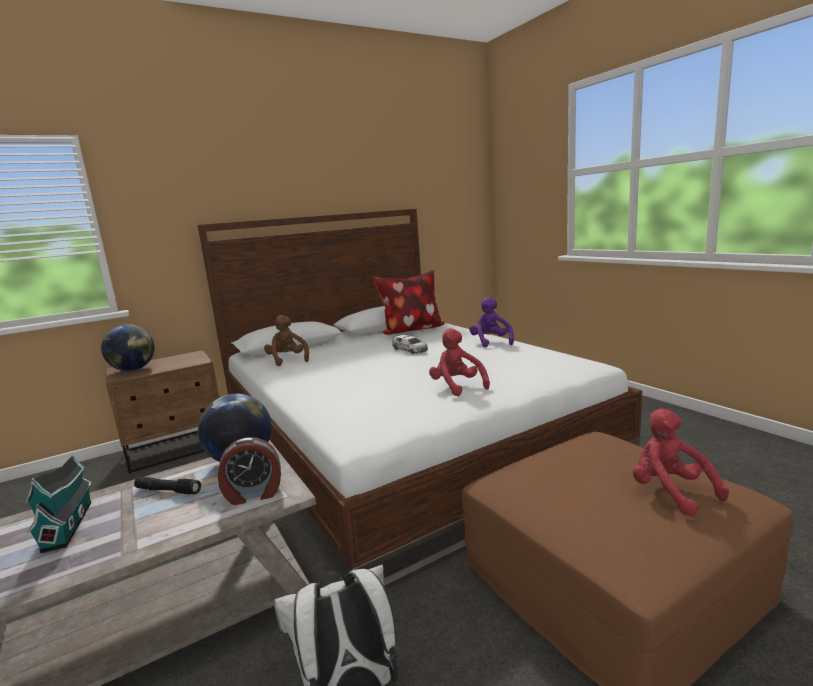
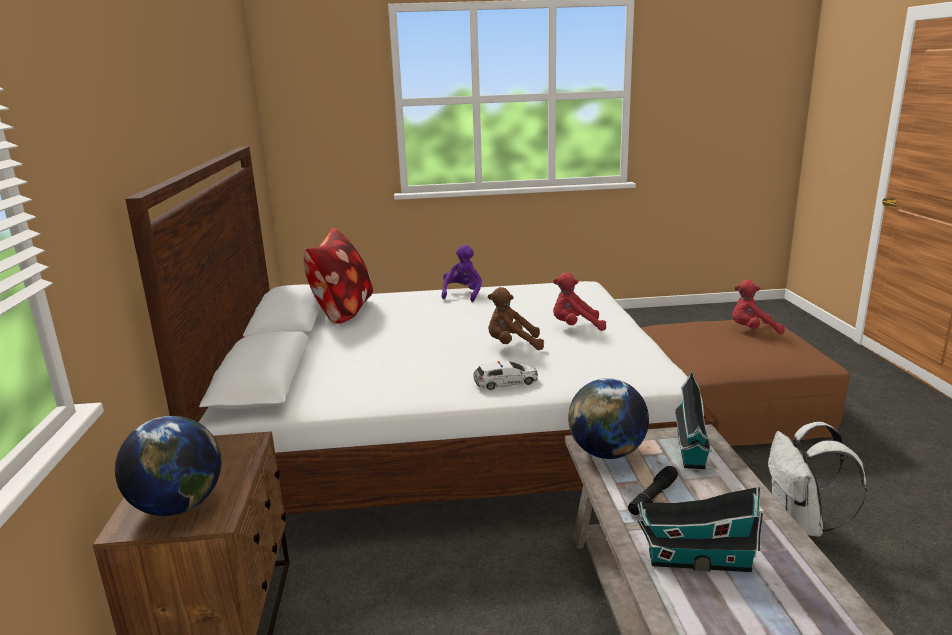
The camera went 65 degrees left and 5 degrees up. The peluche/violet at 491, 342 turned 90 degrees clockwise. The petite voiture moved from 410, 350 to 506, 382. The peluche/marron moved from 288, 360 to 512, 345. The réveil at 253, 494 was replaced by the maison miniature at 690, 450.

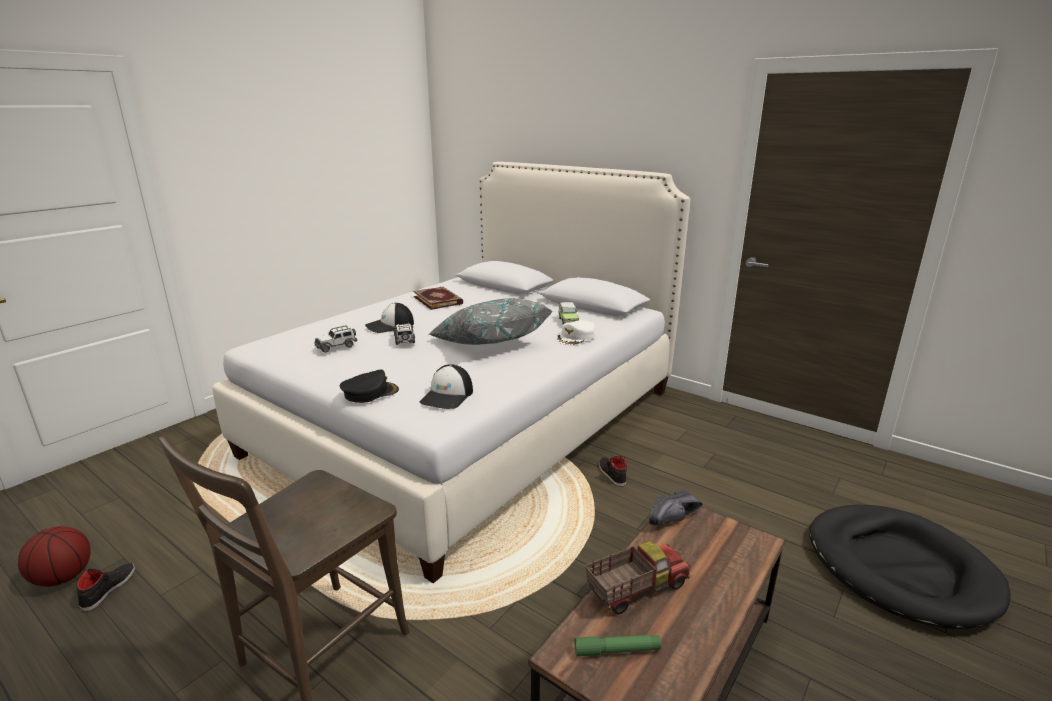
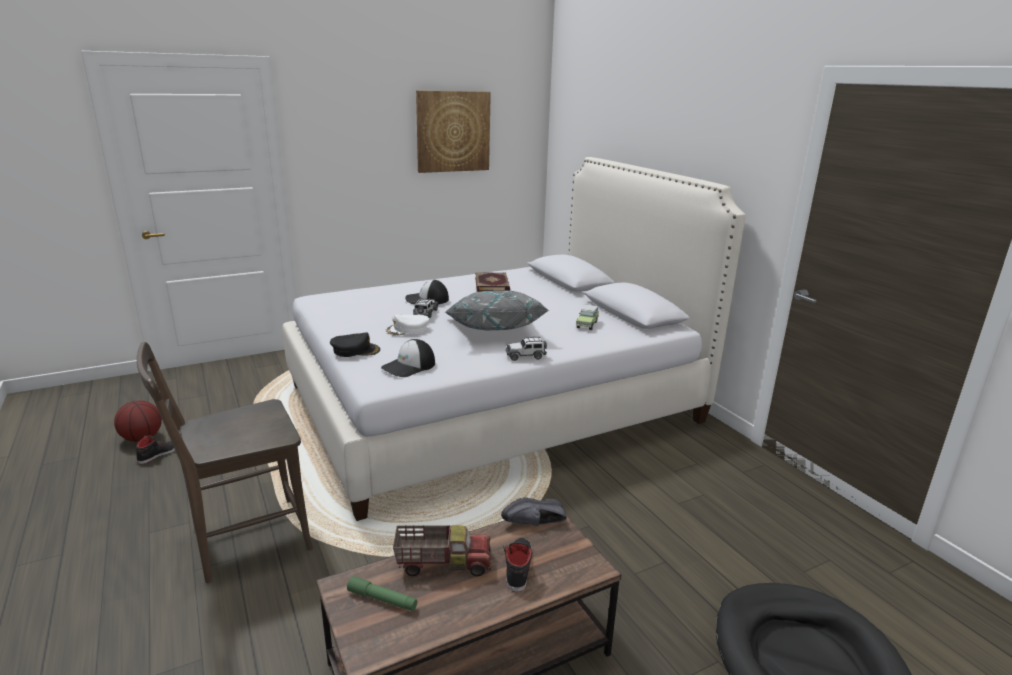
The camera went 25 degrees right and 0 degrees up. The casquette/blanc moved from 576, 337 to 407, 330. The tableau at 453, 131 appeared. The chaussure/noir moved from 611, 474 to 518, 567. The petite voiture moved from 336, 346 to 525, 356.

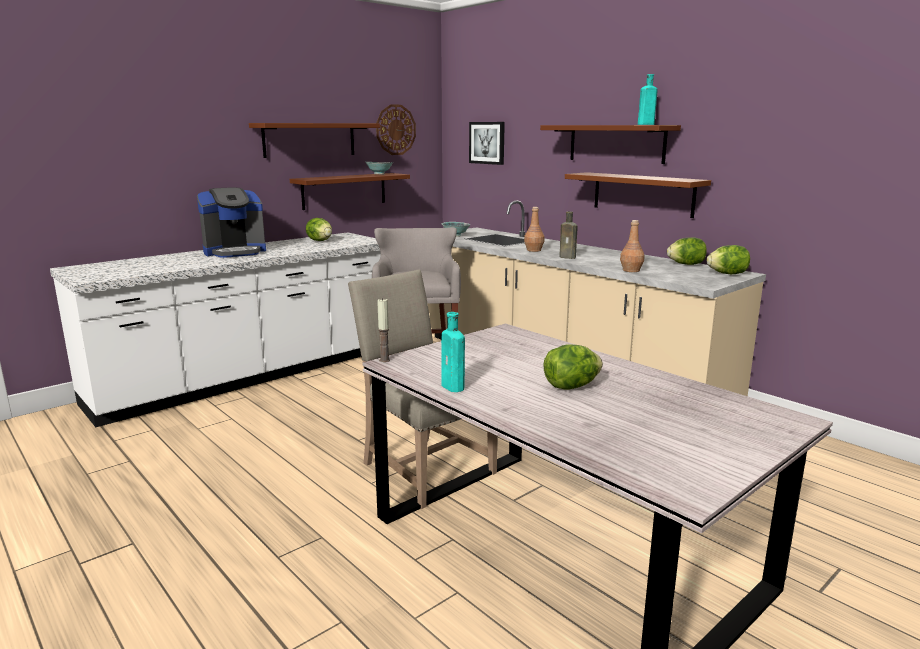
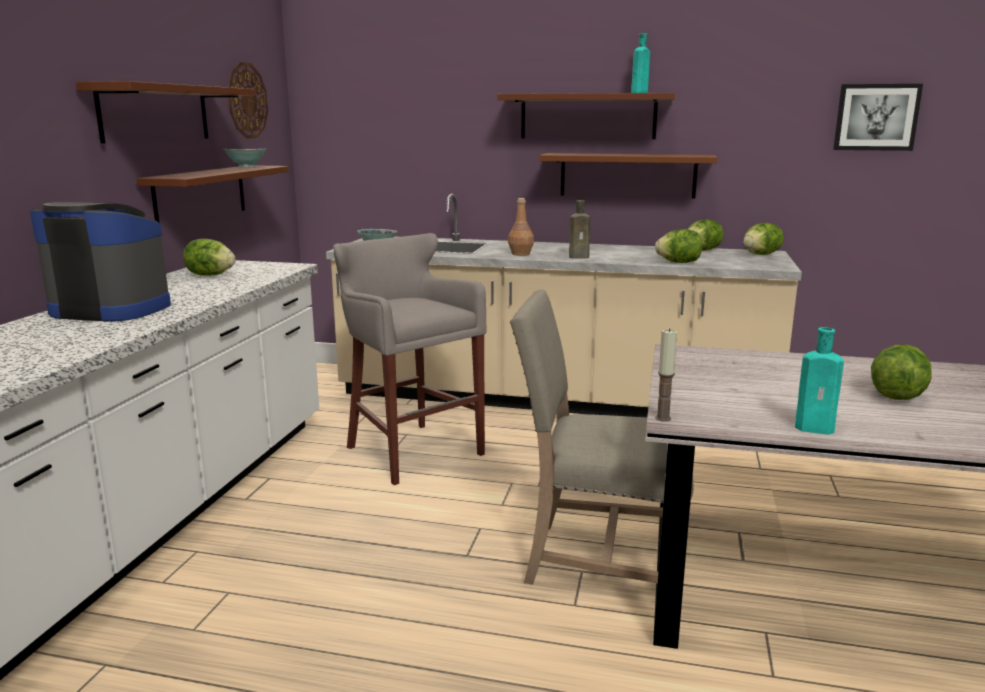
The camera went 35 degrees left and 0 degrees up. The machine à café at 235, 252 turned 105 degrees counterclockwise. The bouteille/marron at 631, 270 was replaced by the laitue at 679, 262. The tableau moved from 487, 143 to 876, 117.

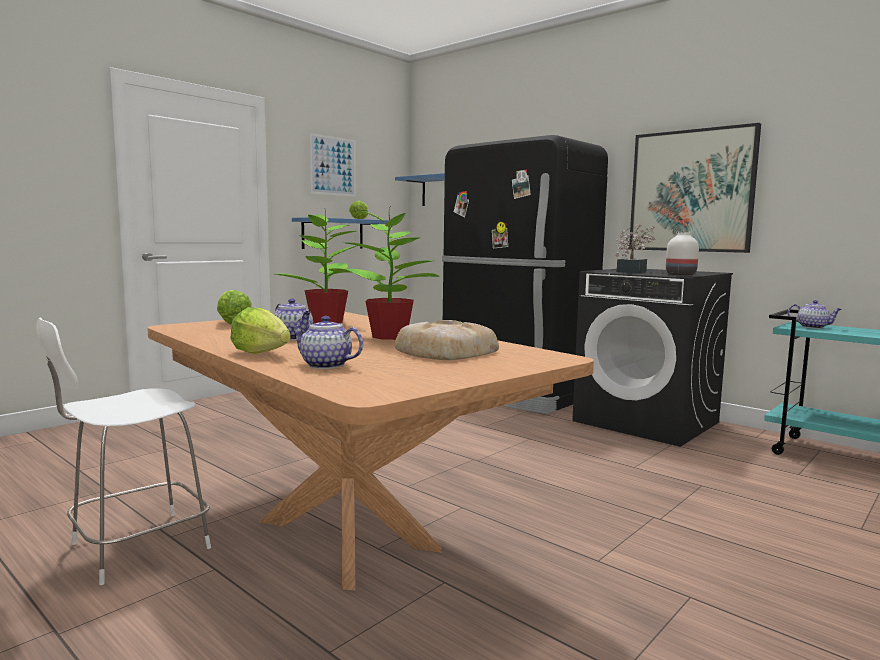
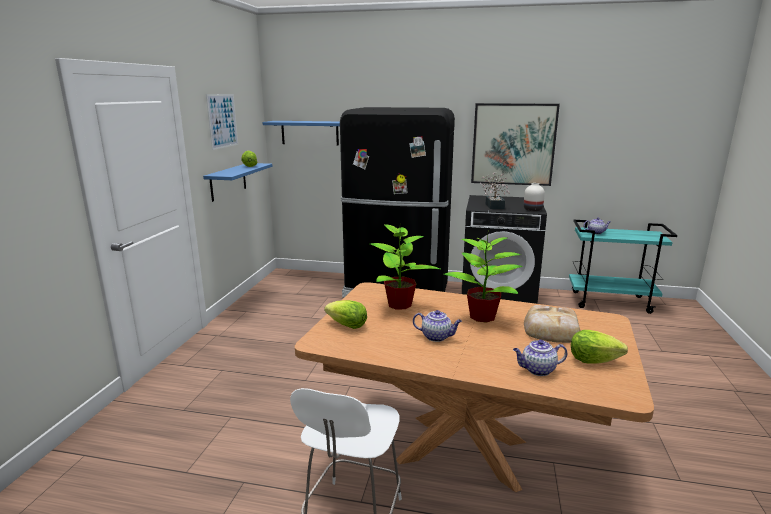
The camera went 30 degrees left and 10 degrees up. The laitue moved from 261, 353 to 593, 360.

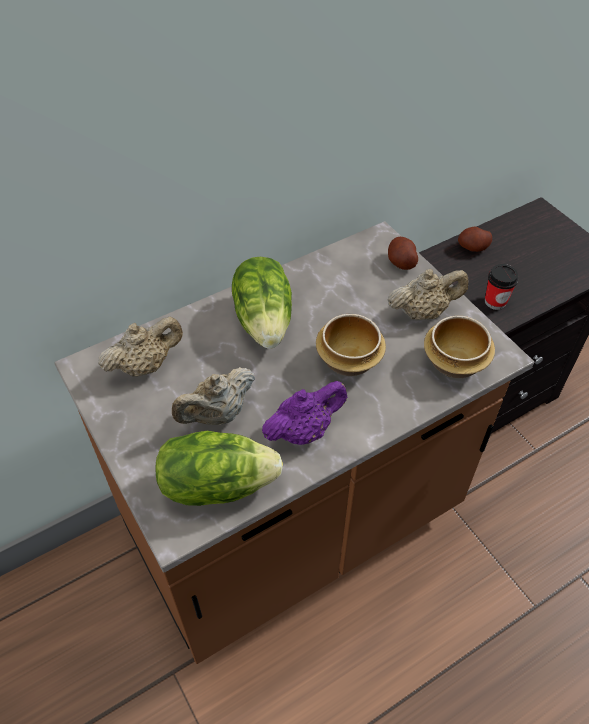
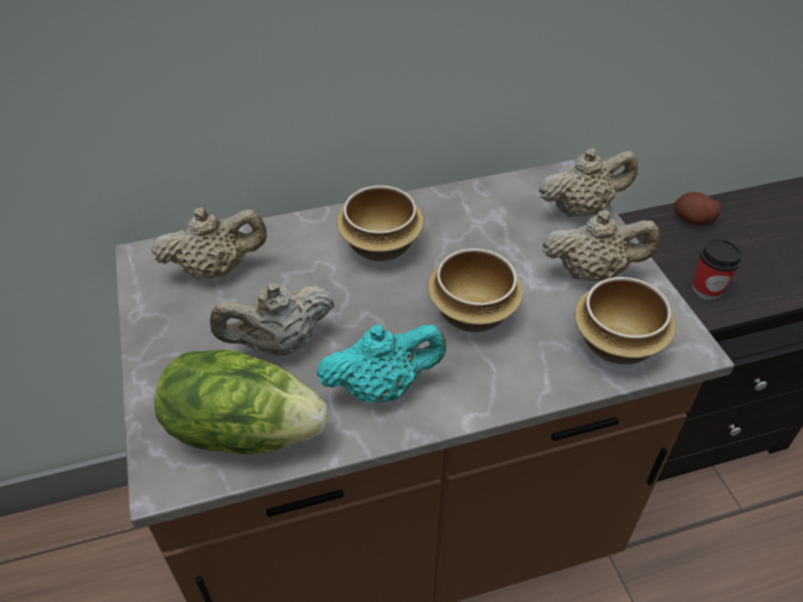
The camera went 15 degrees right and 5 degrees down. The théière/violet at 304, 430 became the théière/turquoise at 382, 387. The laitue at 265, 320 was replaced by the bol at 382, 245. The pomme de terre at 401, 262 was replaced by the théière/beige at 581, 209.

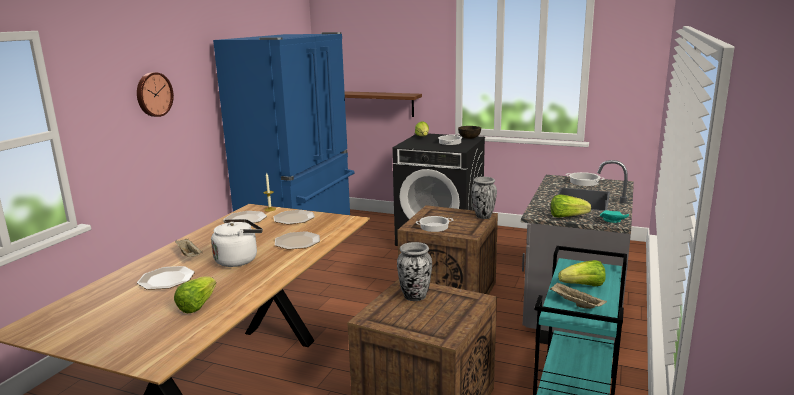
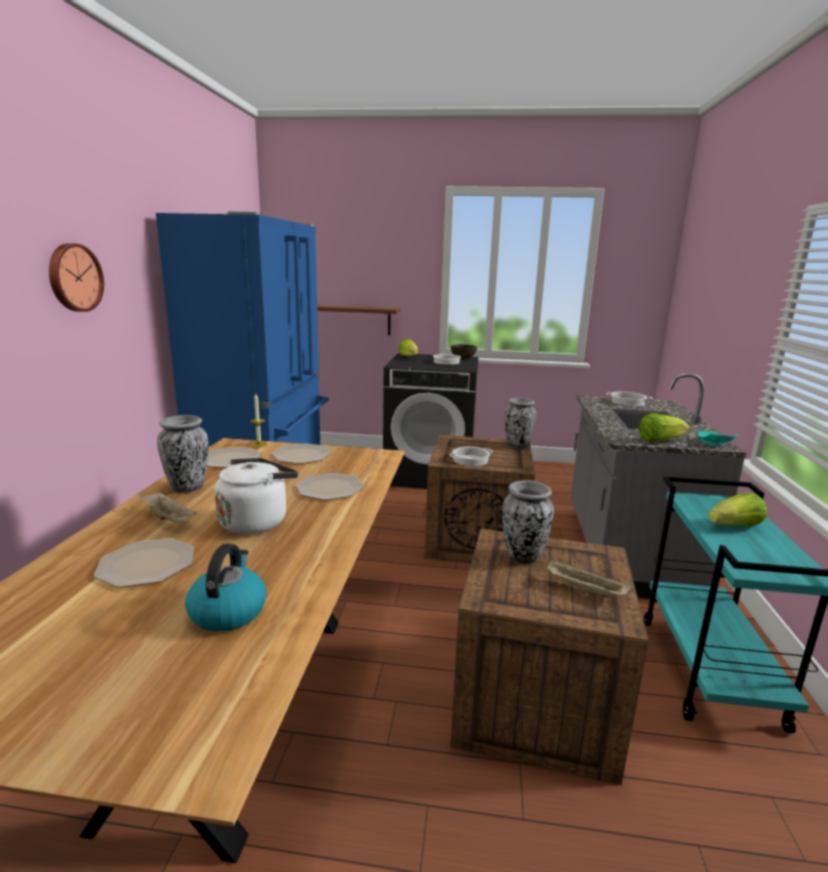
The camera went 15 degrees left and 0 degrees up. The vase at 187, 488 appeared. The laitue at 197, 305 was replaced by the bouilloire at 228, 611. The plateau/beige moved from 575, 304 to 583, 590.

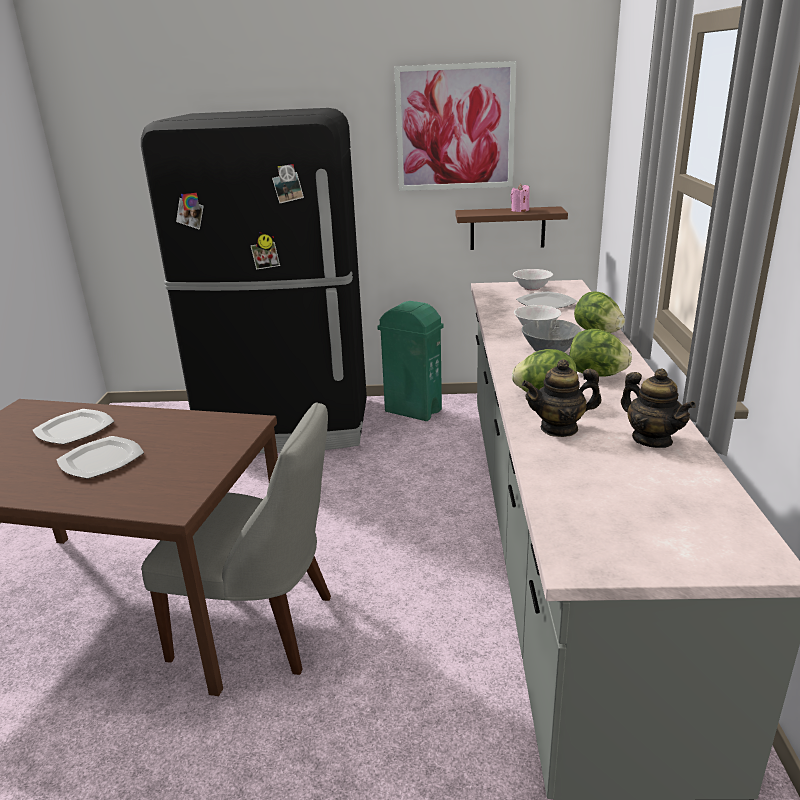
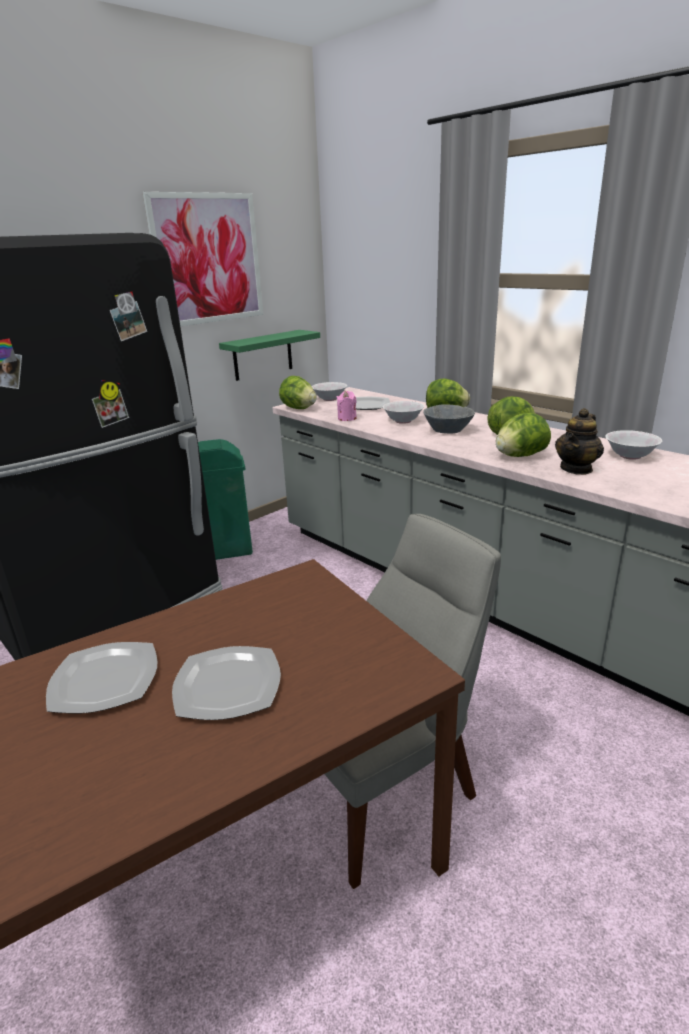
The camera went 45 degrees left and 0 degrees up. The étagère/marron at 507, 228 became the étagère/vert at 262, 355. The laitue at 298, 408 appeared. The bougie/rose moved from 520, 210 to 347, 418. The théière at 652, 439 was replaced by the bol/blanc at 629, 456.

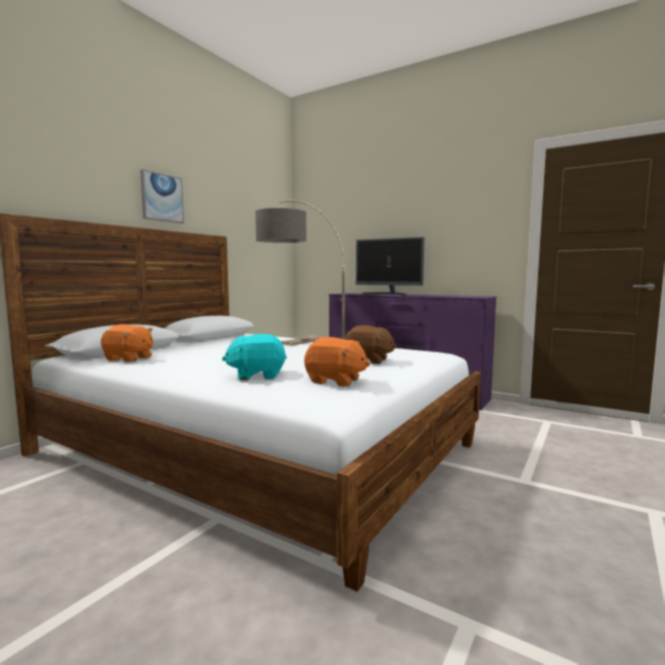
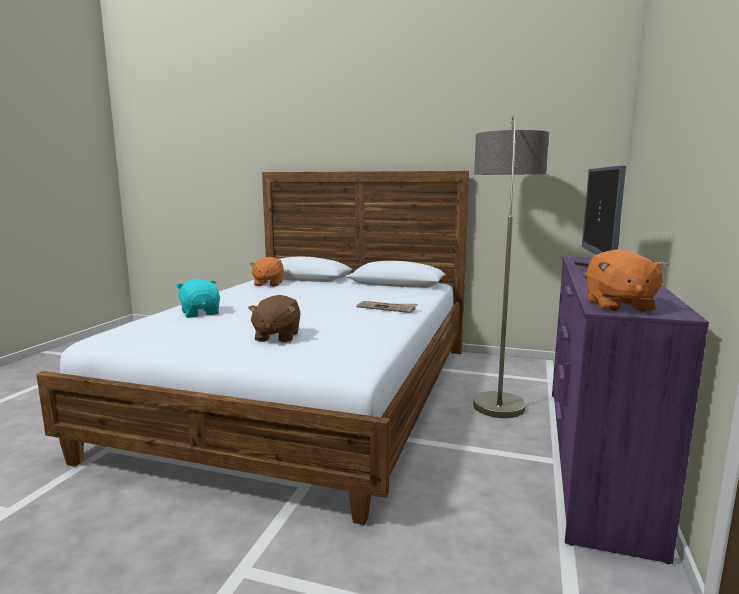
The camera went 75 degrees right and 5 degrees up. The peluche/orange moved from 335, 381 to 618, 306. The tableau at 162, 198 disappeared.

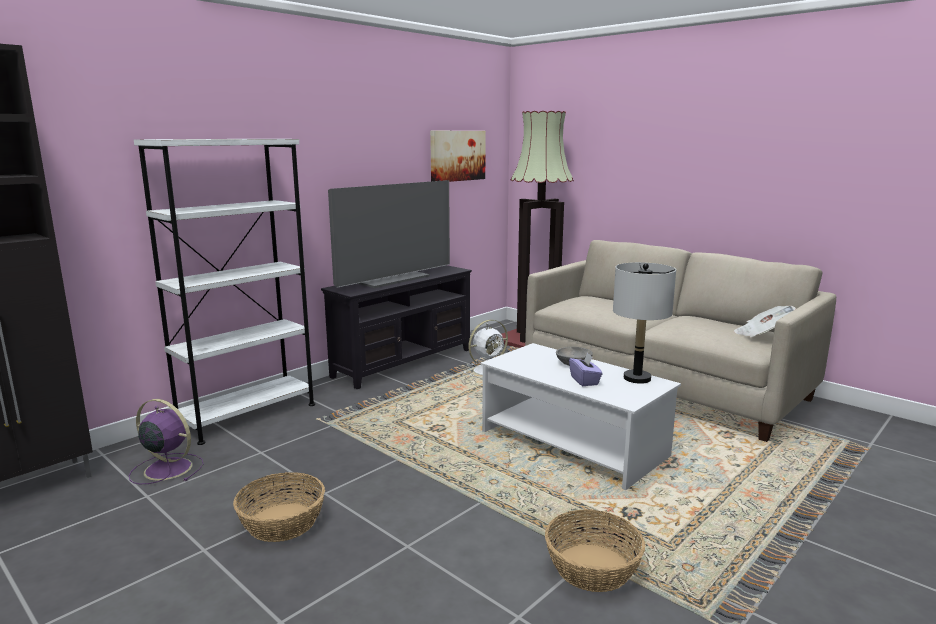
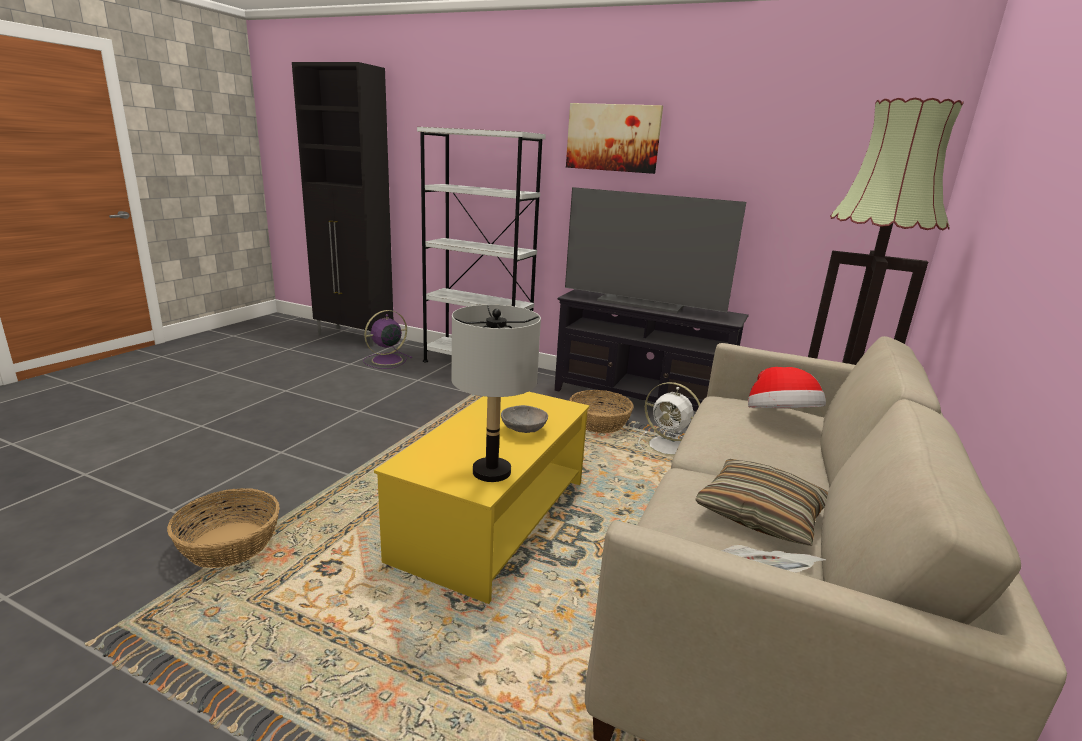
The camera went 70 degrees right and 5 degrees up. The ventilateur/violet at 166, 468 turned 135 degrees counterclockwise. The table basse/blanc at 573, 444 became the table basse/jaune at 492, 520. The tableau moved from 457, 155 to 613, 138. The panier moved from 281, 522 to 599, 423. The coussin at 761, 514 appeared. The chapeau at 780, 419 appeared. The boîte à mouchoirs/violet at 584, 381 disappeared.

